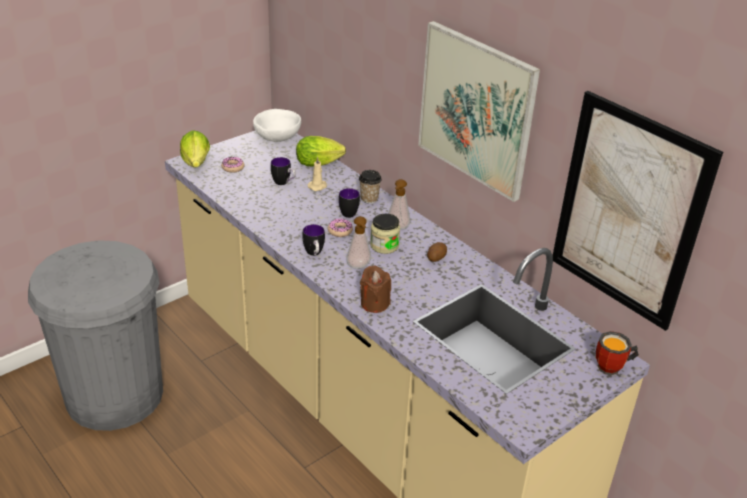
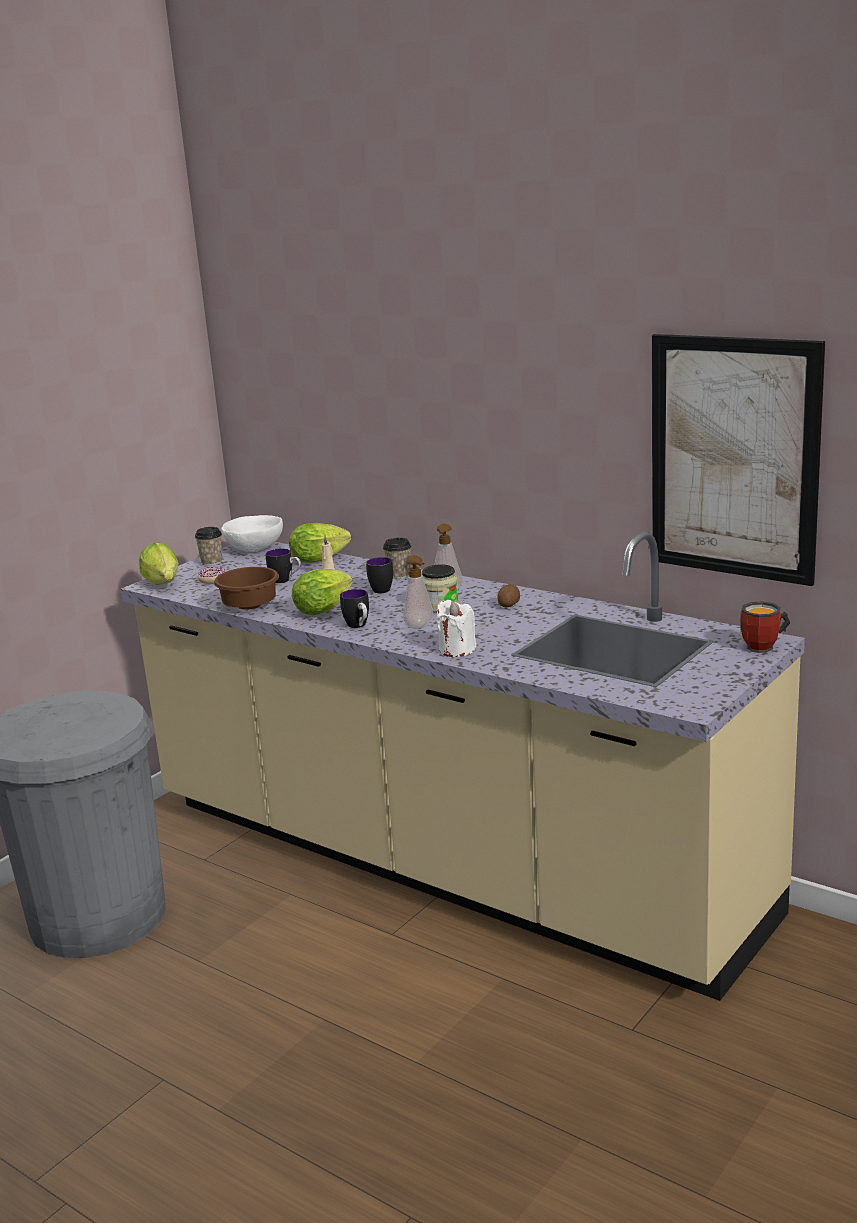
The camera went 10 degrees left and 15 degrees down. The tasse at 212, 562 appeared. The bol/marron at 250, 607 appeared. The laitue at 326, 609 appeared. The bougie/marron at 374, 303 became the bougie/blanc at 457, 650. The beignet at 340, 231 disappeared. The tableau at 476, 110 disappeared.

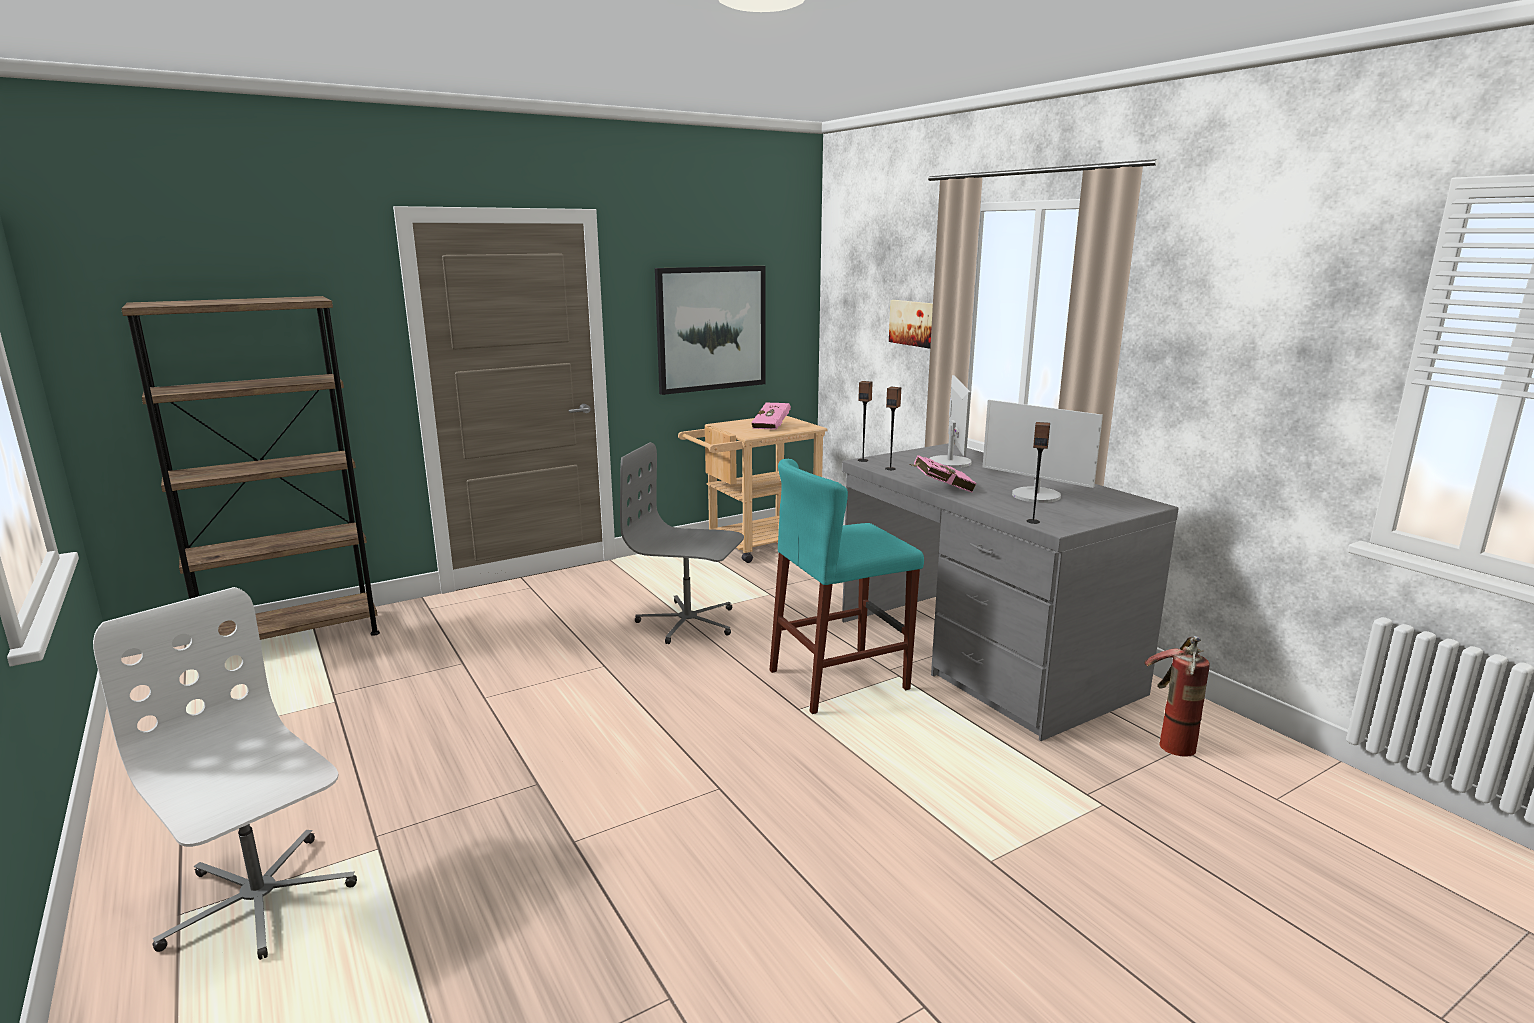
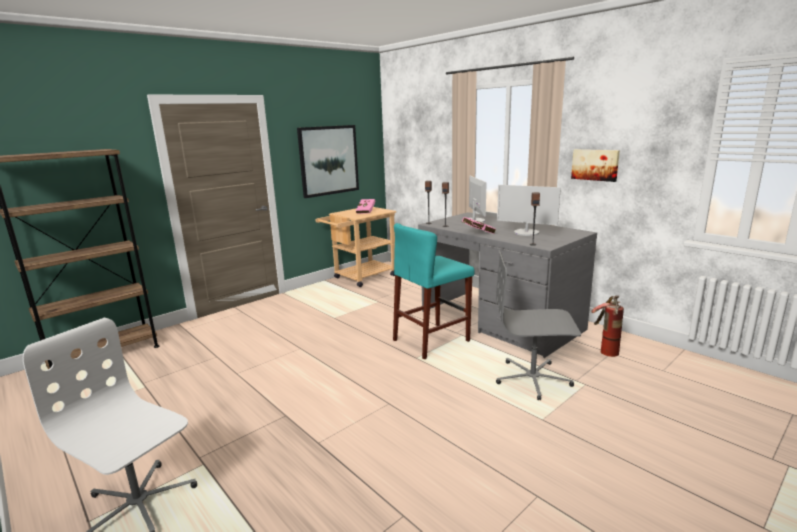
The camera went 10 degrees left and 0 degrees up. The chaise de bureau/gris moved from 688, 622 to 533, 379. The tableau moved from 914, 323 to 595, 164.

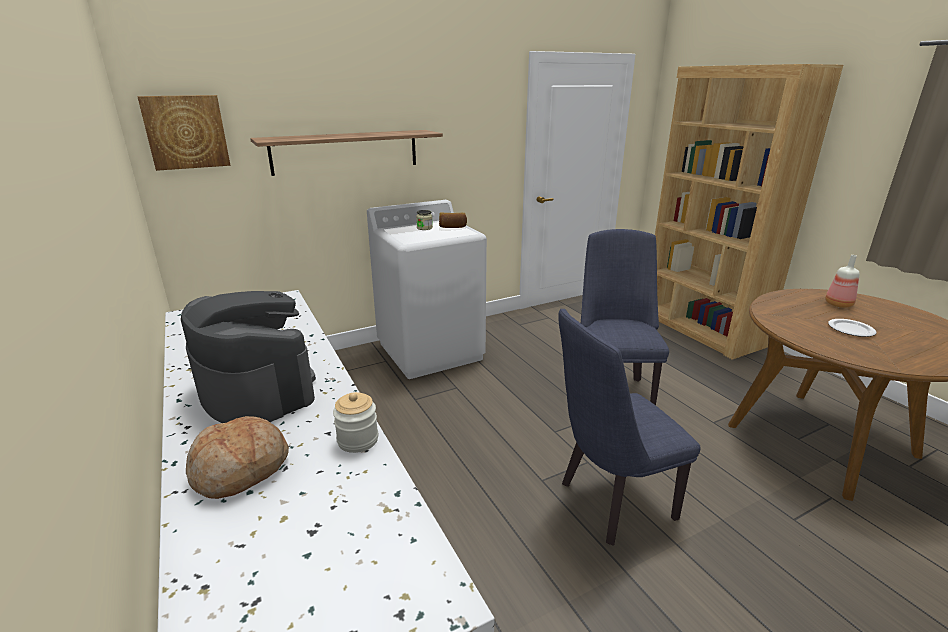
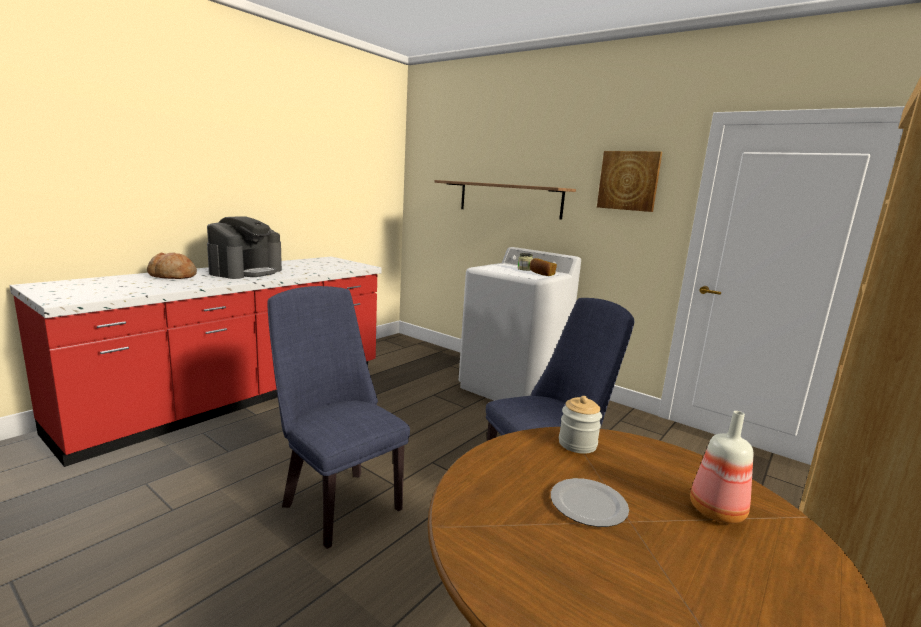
The camera went 65 degrees right and 10 degrees down. The bocal moved from 358, 440 to 577, 444. The tableau moved from 186, 132 to 629, 181.

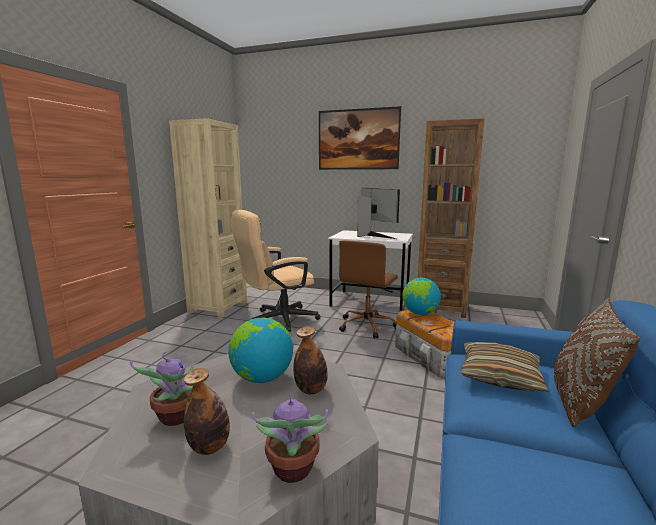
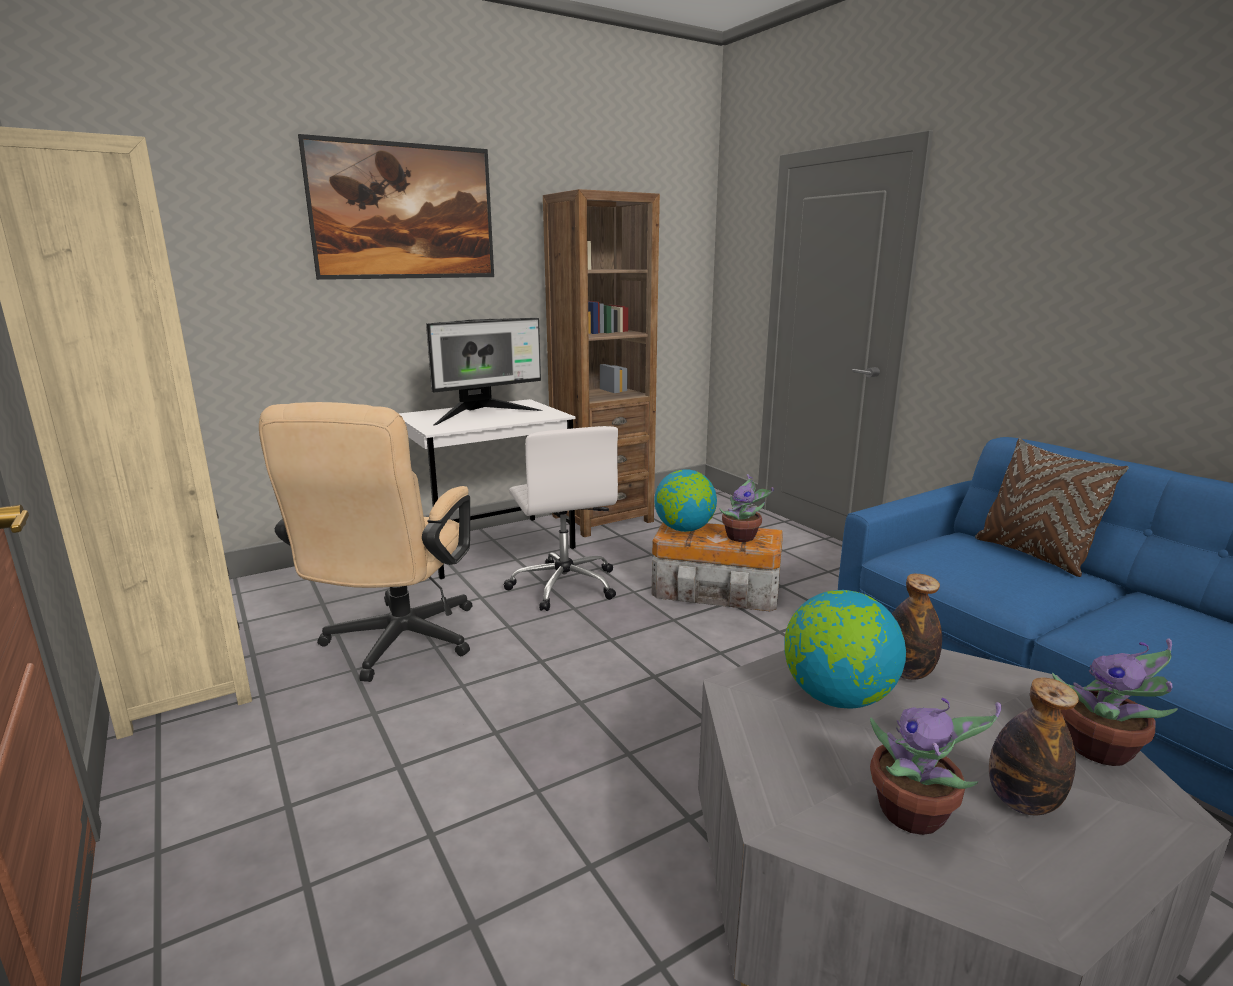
The camera went 50 degrees left and 5 degrees up. The écran d'ordinateur at 371, 235 turned 135 degrees clockwise. The chaise de bureau/marron at 367, 326 became the chaise de bureau/blanc at 564, 585. The plante en pot at 742, 537 appeared. The coussin at 500, 376 disappeared.

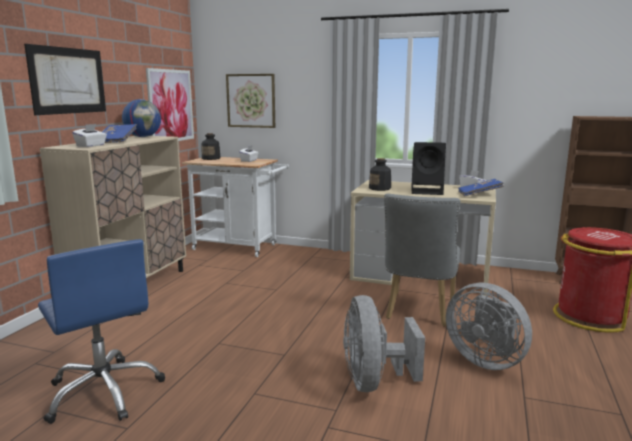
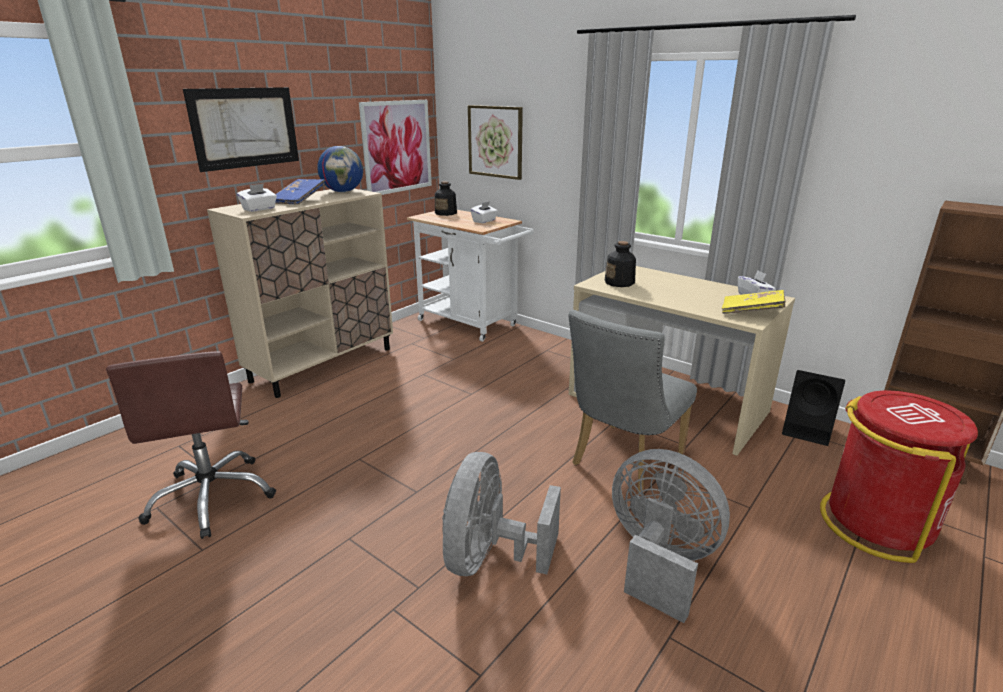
The camera went 20 degrees right and 10 degrees up. The chaise de bureau/bleu at 104, 391 became the chaise de bureau/marron at 212, 497. The ventilateur/gris at 485, 360 turned 150 degrees clockwise. The livre/bleu at 479, 195 became the livre/jaune at 751, 312. The enceinte/noir moved from 427, 191 to 808, 430.

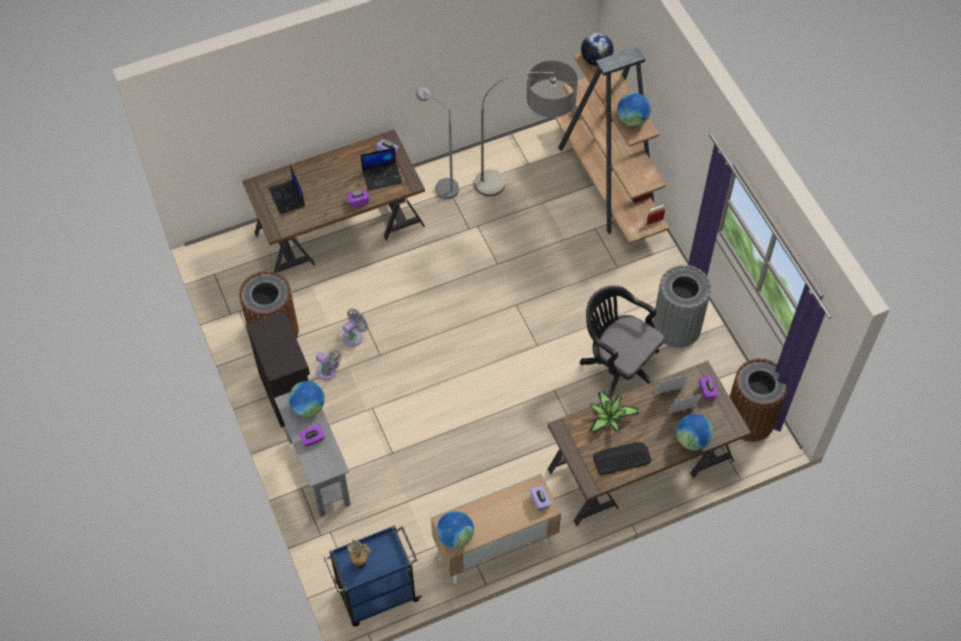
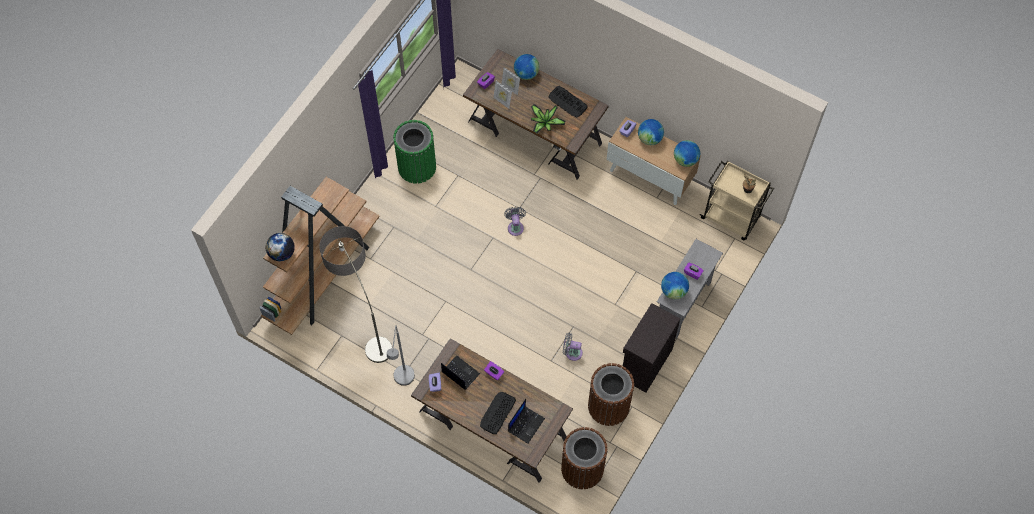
The camera went 125 degrees left and 5 degrees up. The poubelle/gris at 676, 326 became the poubelle/vert at 417, 167. The clavier at 497, 413 appeared. The ventilateur/gris moved from 328, 372 to 515, 226. The poubelle/marron moved from 749, 419 to 582, 468. The globe moved from 632, 120 to 650, 138. The chariot/bleu at 376, 595 became the chariot/beige at 731, 218. The chaise de bureau/noir at 618, 365 disappeared.

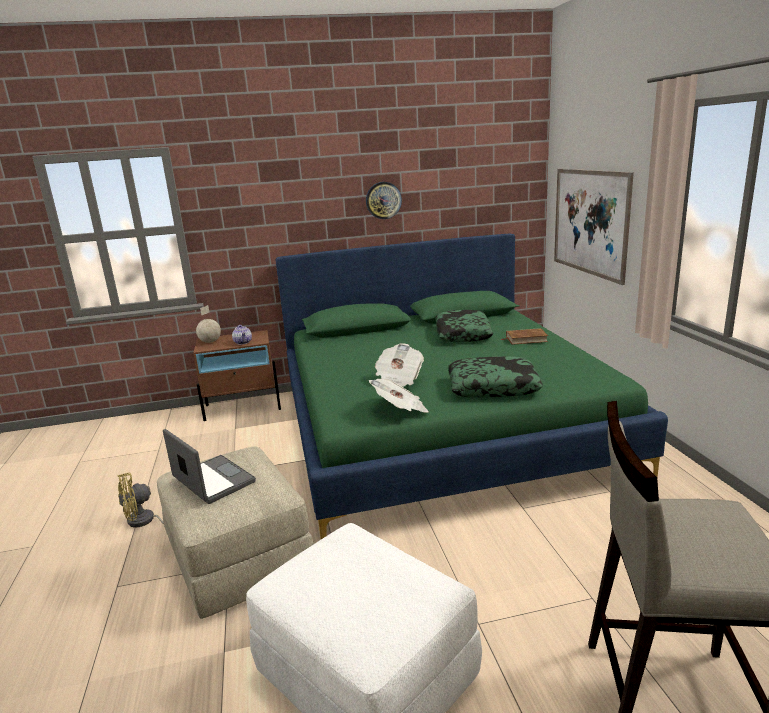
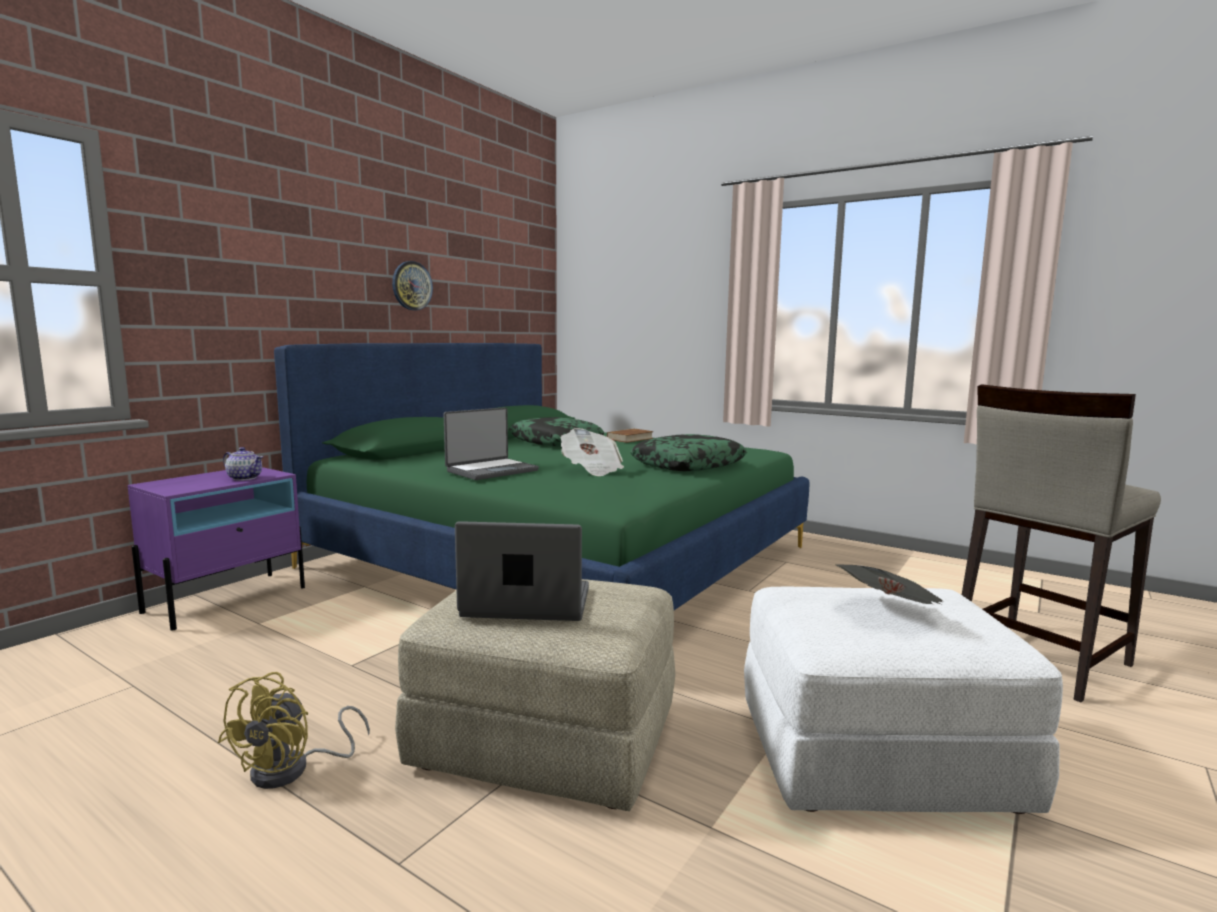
The camera went 45 degrees left and 10 degrees down. The table de chevet/marron at 243, 407 became the table de chevet/violet at 227, 599. The ordinateur portable at 491, 471 appeared. The journal moved from 400, 409 to 889, 612. The globe at 210, 342 disappeared. The tableau at 589, 222 disappeared.

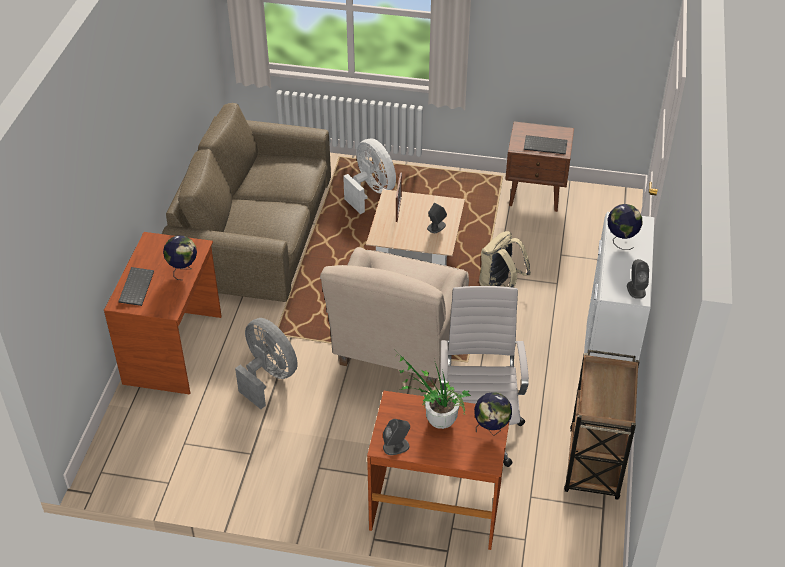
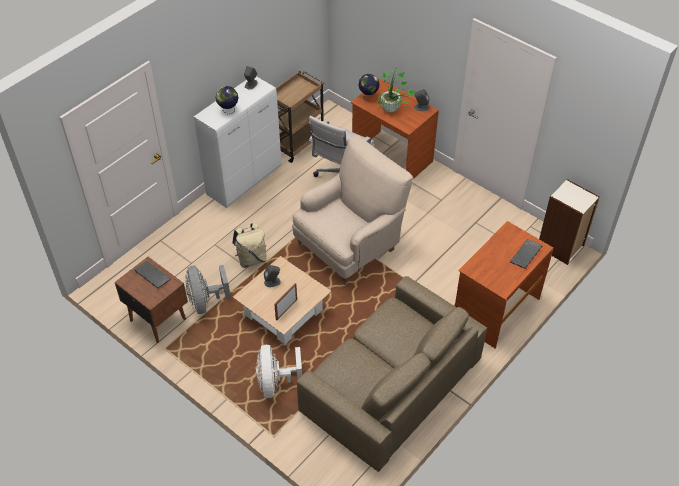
The camera went 150 degrees left and 5 degrees up. The ventilateur/gris moved from 268, 377 to 205, 301. The bibliothèque at 560, 247 appeared. The globe at 183, 270 disappeared.

